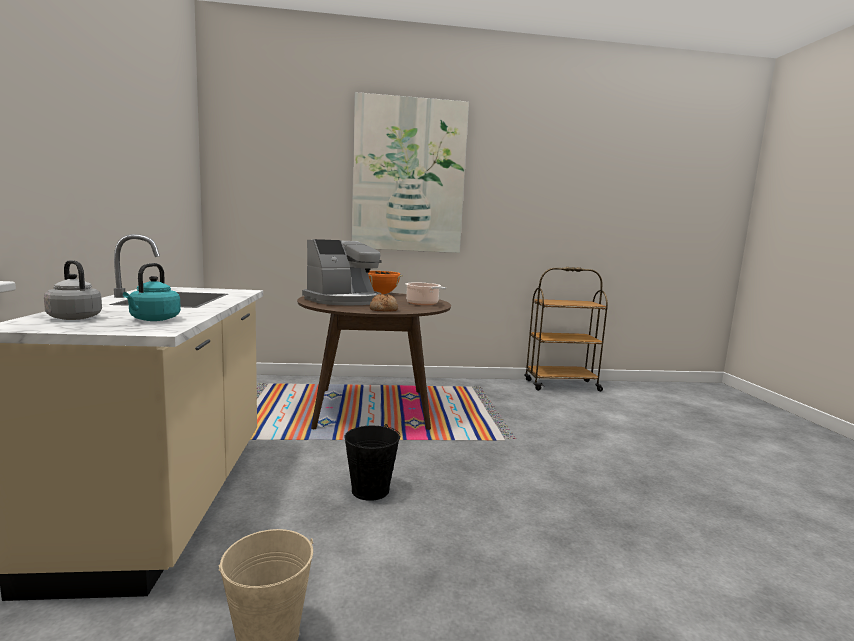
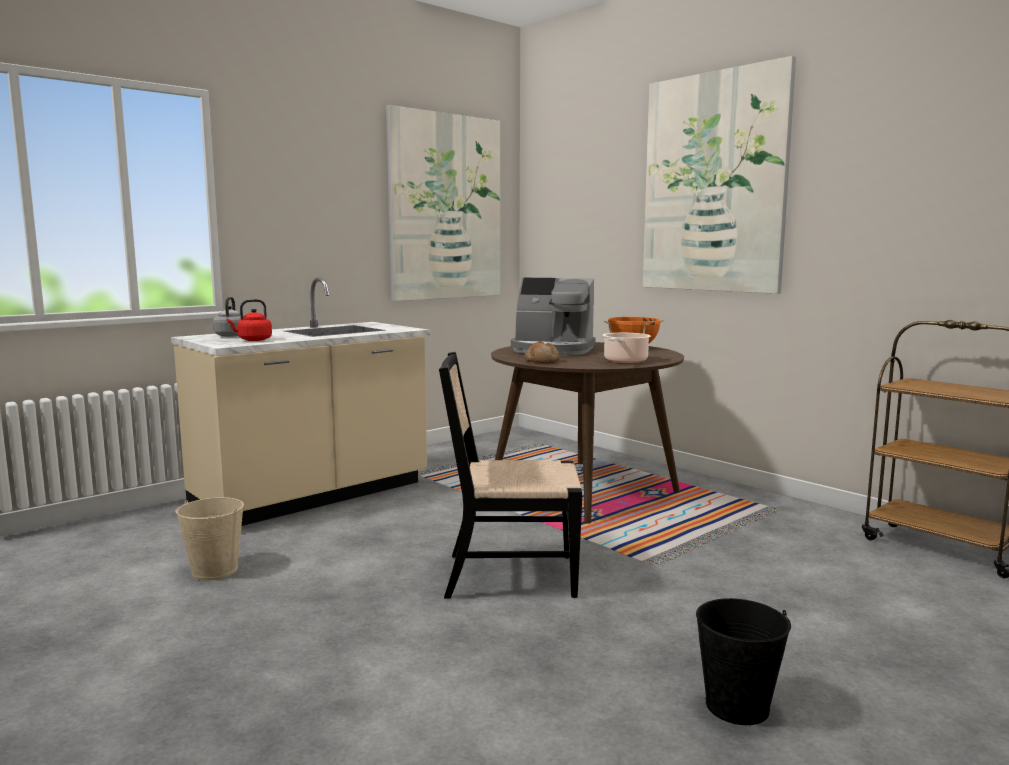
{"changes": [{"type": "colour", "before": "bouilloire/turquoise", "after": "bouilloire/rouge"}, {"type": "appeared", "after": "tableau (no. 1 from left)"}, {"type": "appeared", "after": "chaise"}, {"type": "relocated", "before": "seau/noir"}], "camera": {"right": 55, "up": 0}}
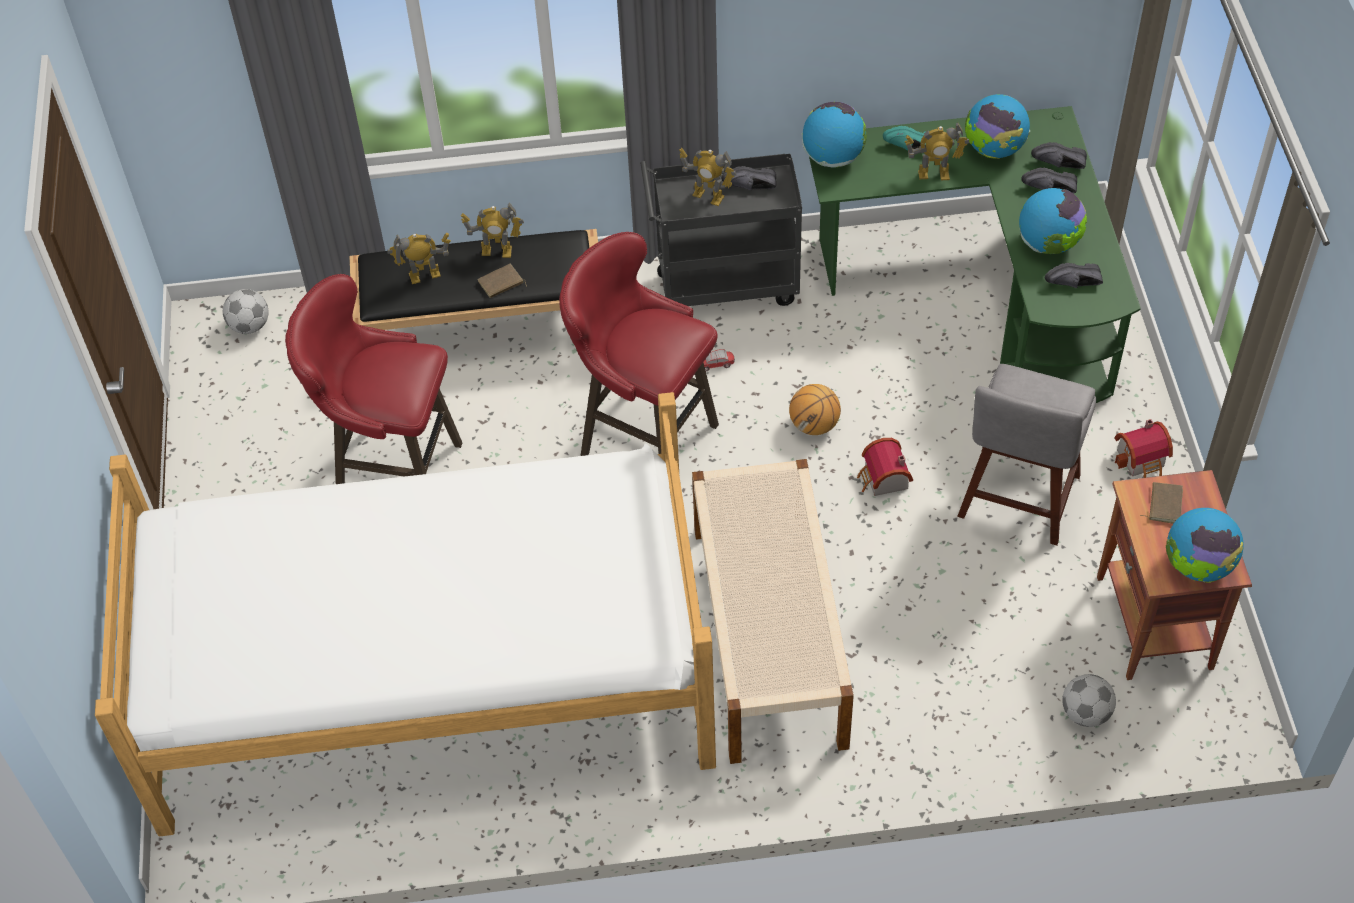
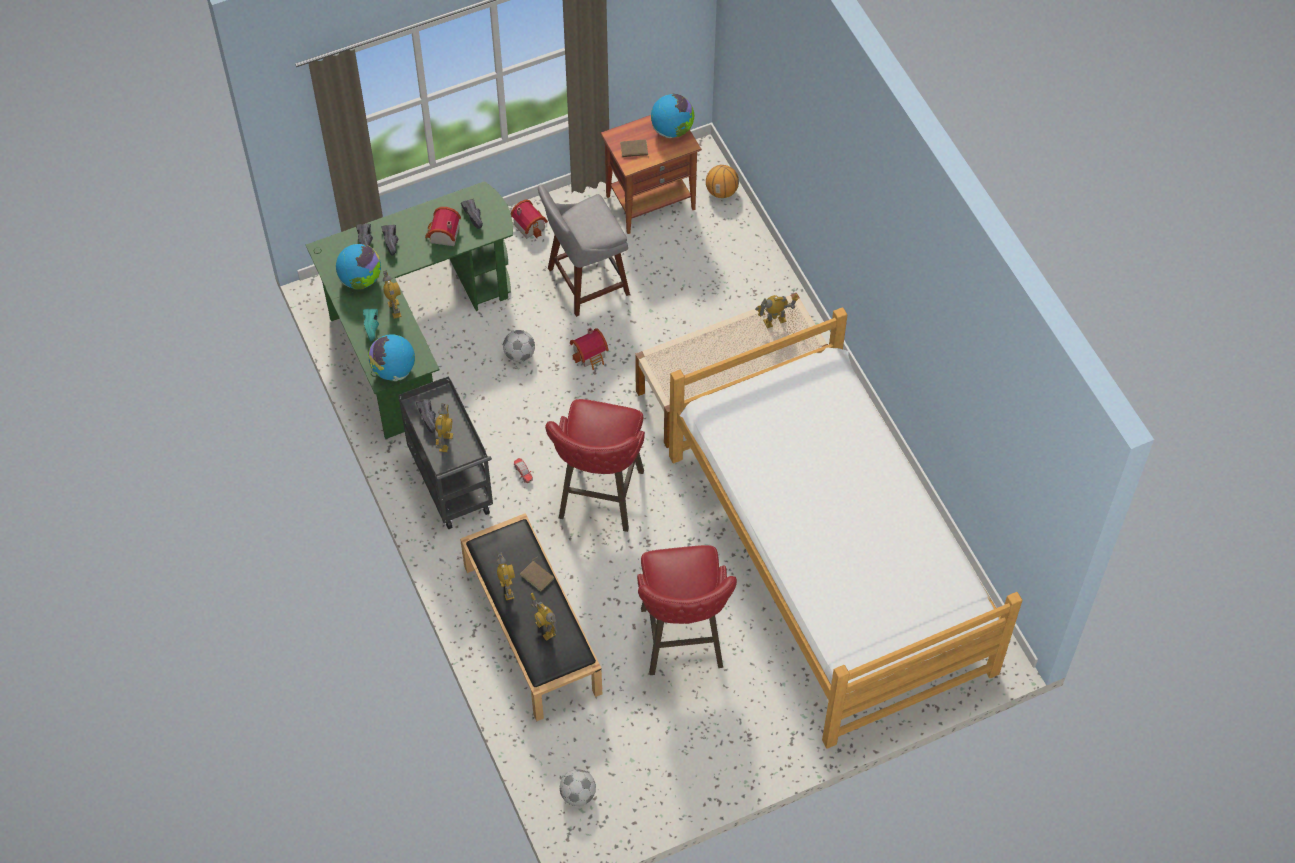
{"changes": [{"type": "exchanged", "before": "globe (no. 3 from left)", "after": "maison miniature (no. 1 from left)"}, {"type": "relocated", "before": "ballon de foot (no. 2 from left in the first image)", "after": "ballon de foot (no. 1 from left)"}, {"type": "spun", "before": "chaise/gris", "turn": 150}, {"type": "relocated", "before": "ballon de basket"}, {"type": "appeared", "after": "robot jouet (no. 5 from left)"}], "camera": {"right": -110, "up": 5}}
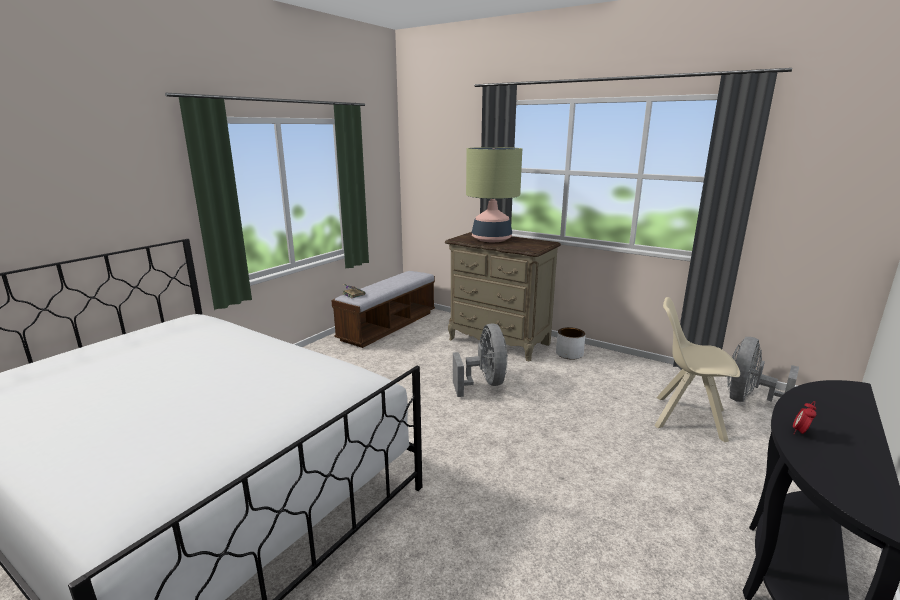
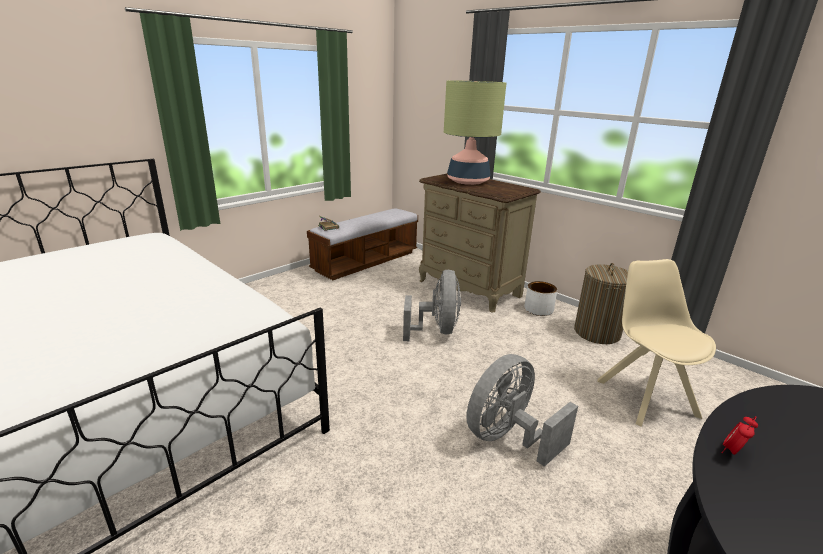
{"changes": [{"type": "relocated", "before": "ventilateur/gris (no. 2 from left)"}, {"type": "appeared", "after": "panier à linge"}, {"type": "spun", "before": "chaise/beige", "turn": 45}], "camera": {"right": 10, "up": 5}}
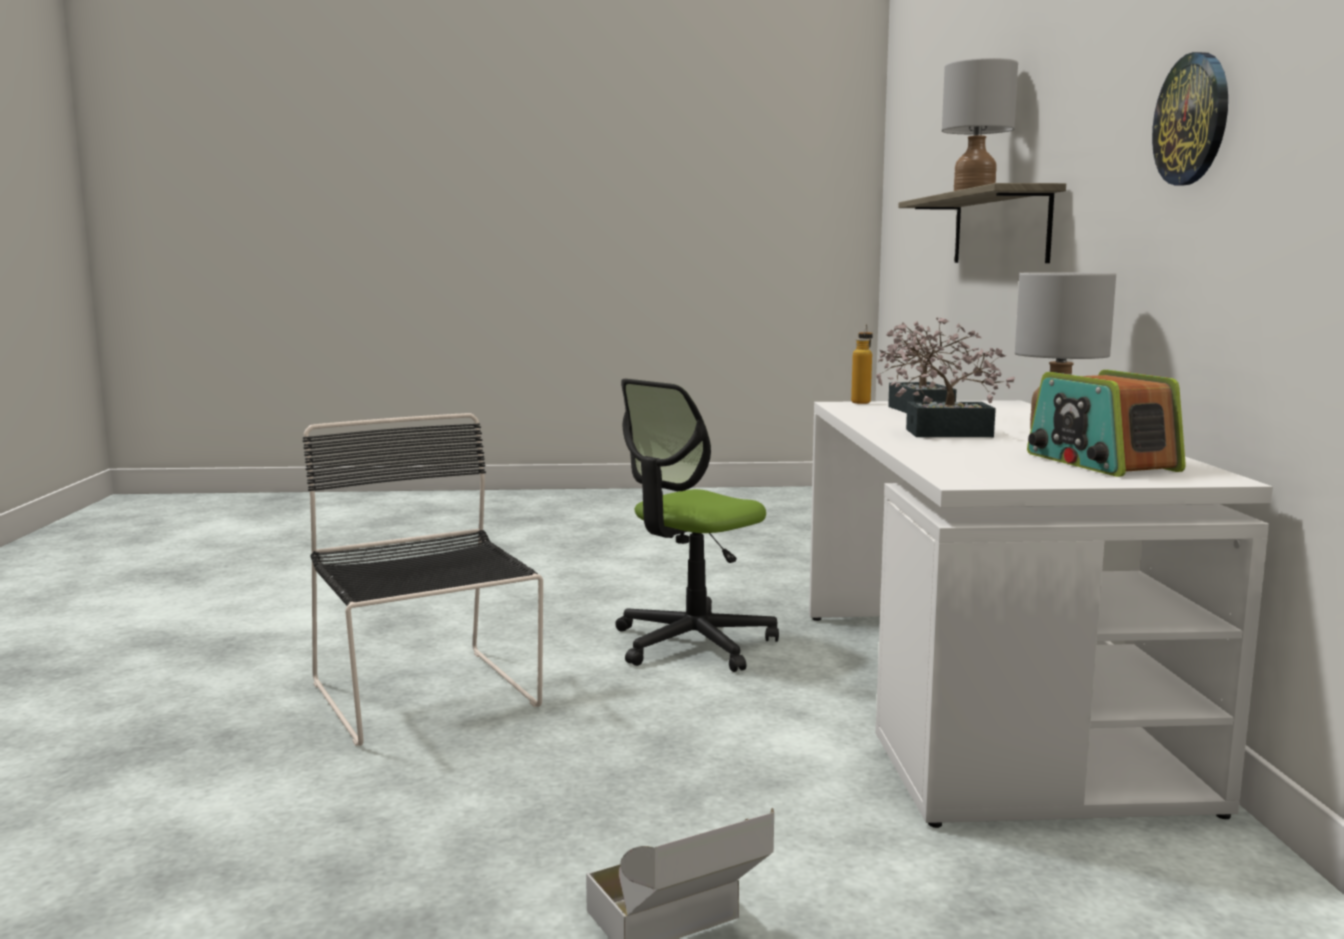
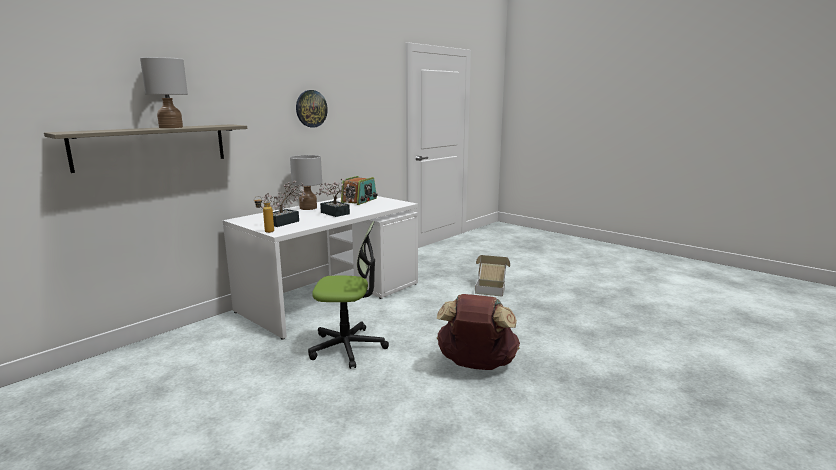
{"changes": [{"type": "exchanged", "before": "chaise/noir", "after": "sac à dos/marron"}], "camera": {"right": -135, "up": 5}}
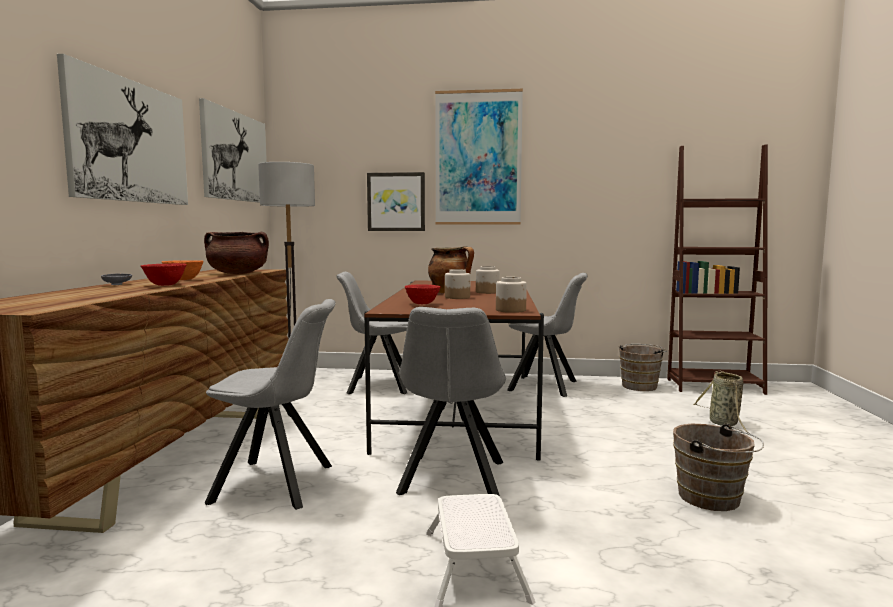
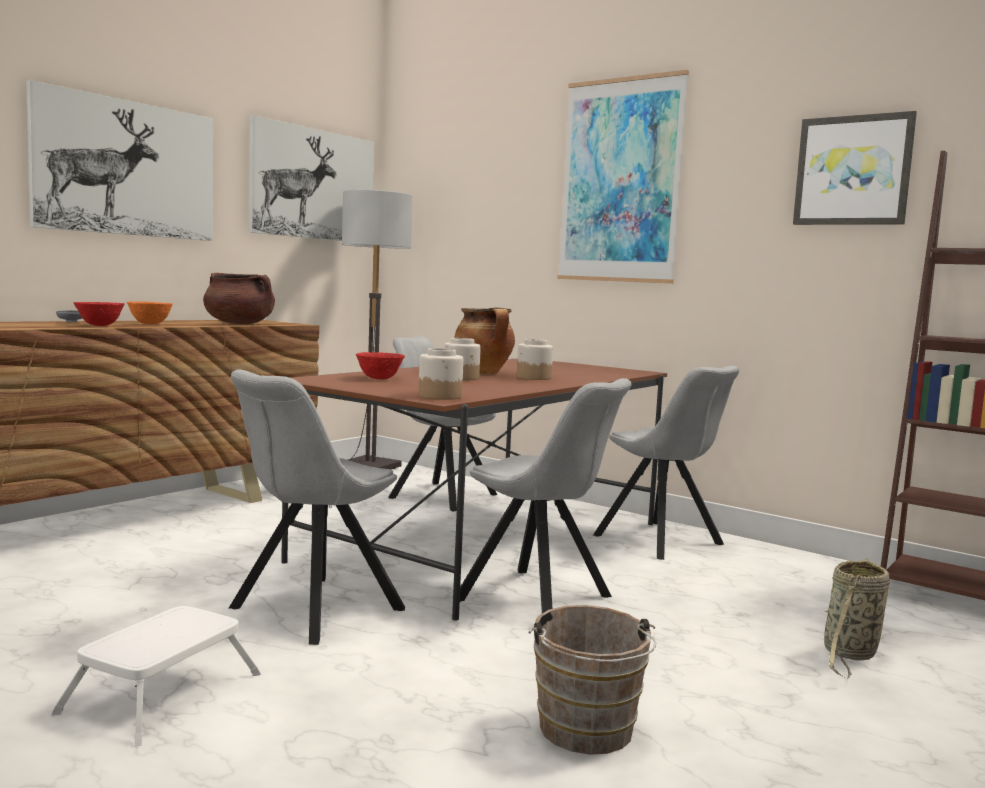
{"changes": [{"type": "relocated", "before": "chaise/gris (no. 1 from left in the first image)", "after": "chaise/gris (no. 3 from left)"}, {"type": "relocated", "before": "tableau (no. 3 from left in the first image)", "after": "tableau (no. 4 from left)"}, {"type": "missing", "before": "seau/marron (no. 1 from left)"}], "camera": {"right": 30, "up": 0}}
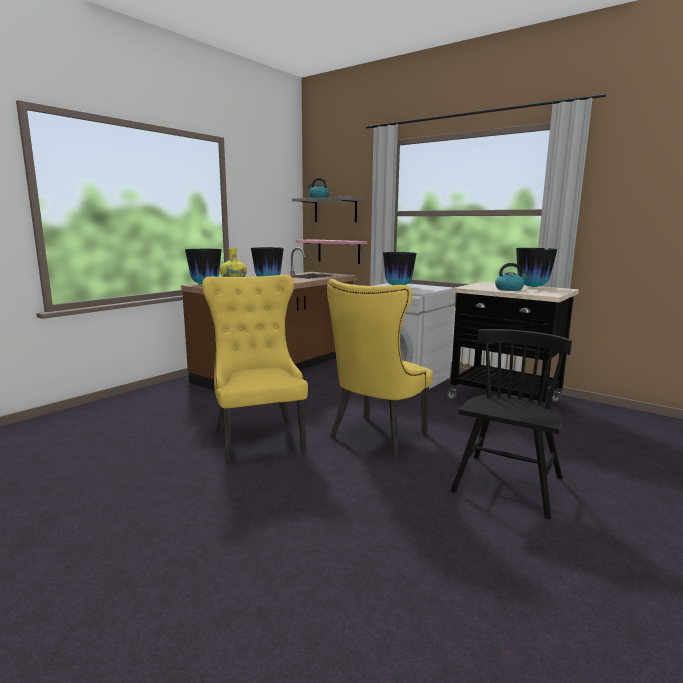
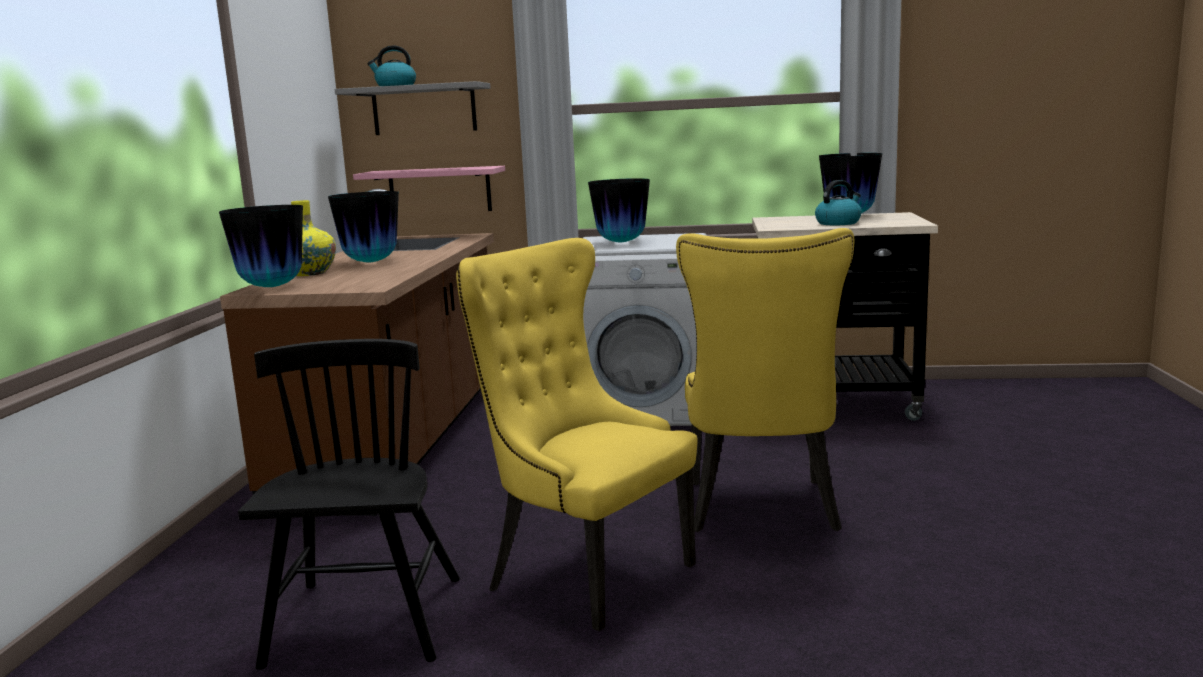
{"changes": [{"type": "relocated", "before": "chaise/noir"}], "camera": {"right": -30, "up": 0}}
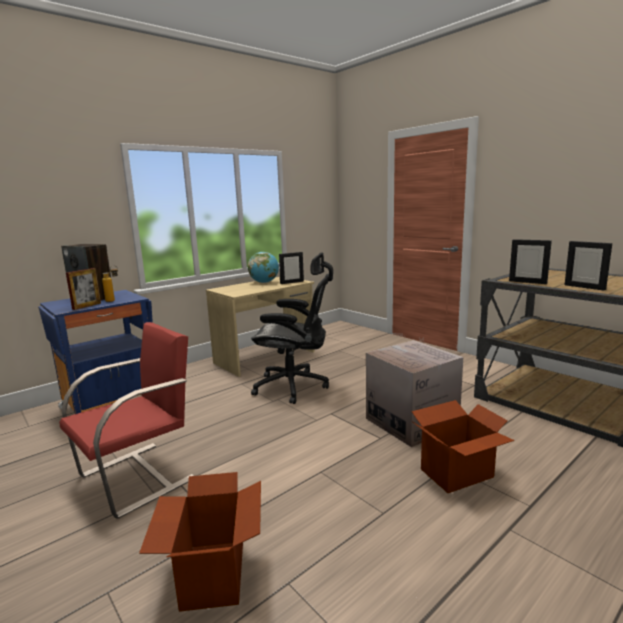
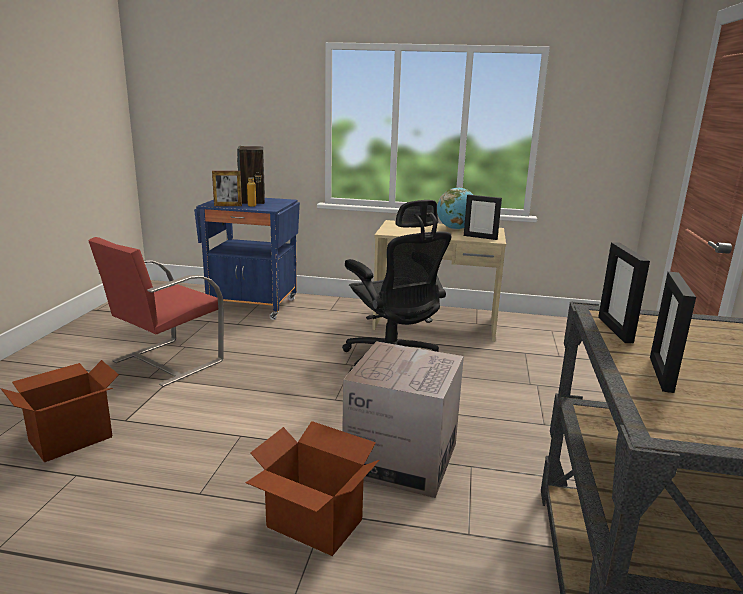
{"changes": [{"type": "spun", "before": "chaise/rouge", "turn": 120}], "camera": {"right": 50, "up": 5}}
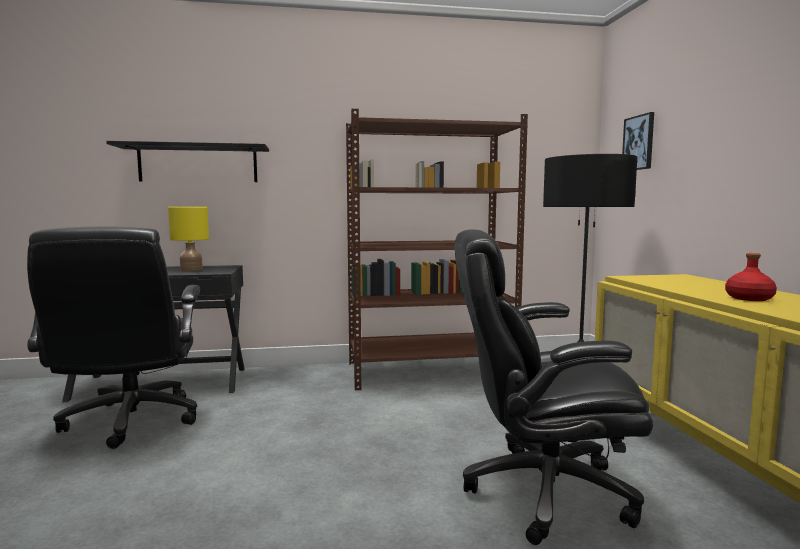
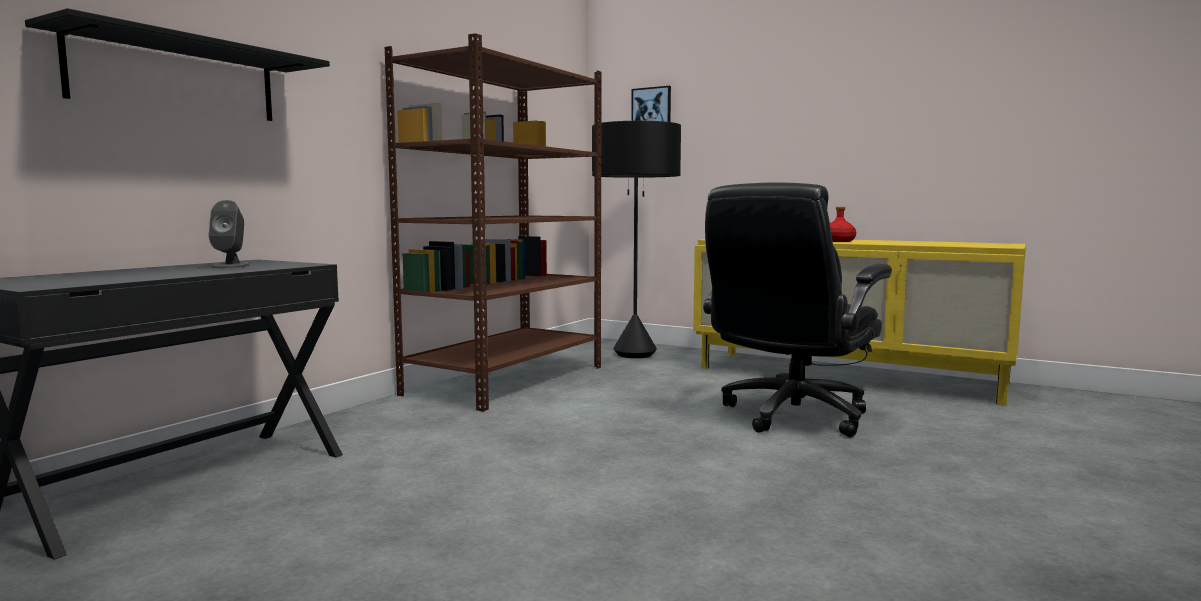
{"changes": [{"type": "exchanged", "before": "lampe de table/jaune", "after": "enceinte/gris"}, {"type": "missing", "before": "chaise de bureau/noir (no. 1 from left)"}], "camera": {"right": -50, "up": 0}}
